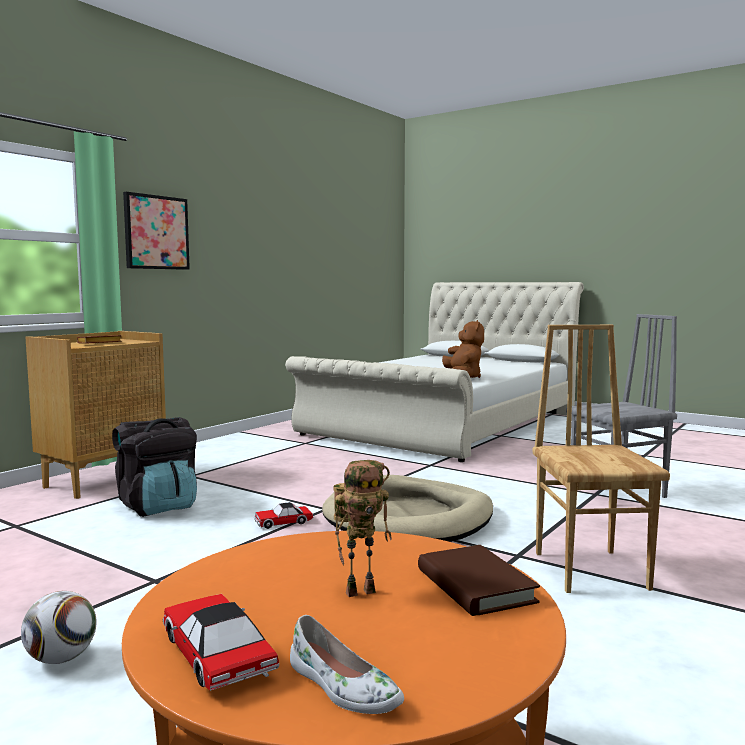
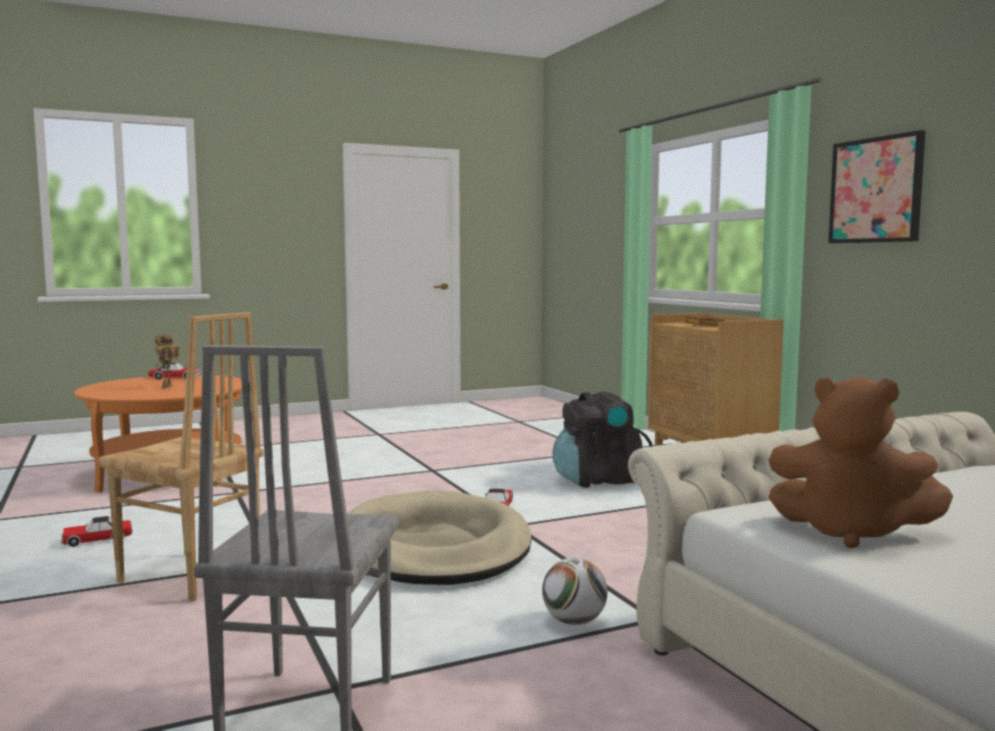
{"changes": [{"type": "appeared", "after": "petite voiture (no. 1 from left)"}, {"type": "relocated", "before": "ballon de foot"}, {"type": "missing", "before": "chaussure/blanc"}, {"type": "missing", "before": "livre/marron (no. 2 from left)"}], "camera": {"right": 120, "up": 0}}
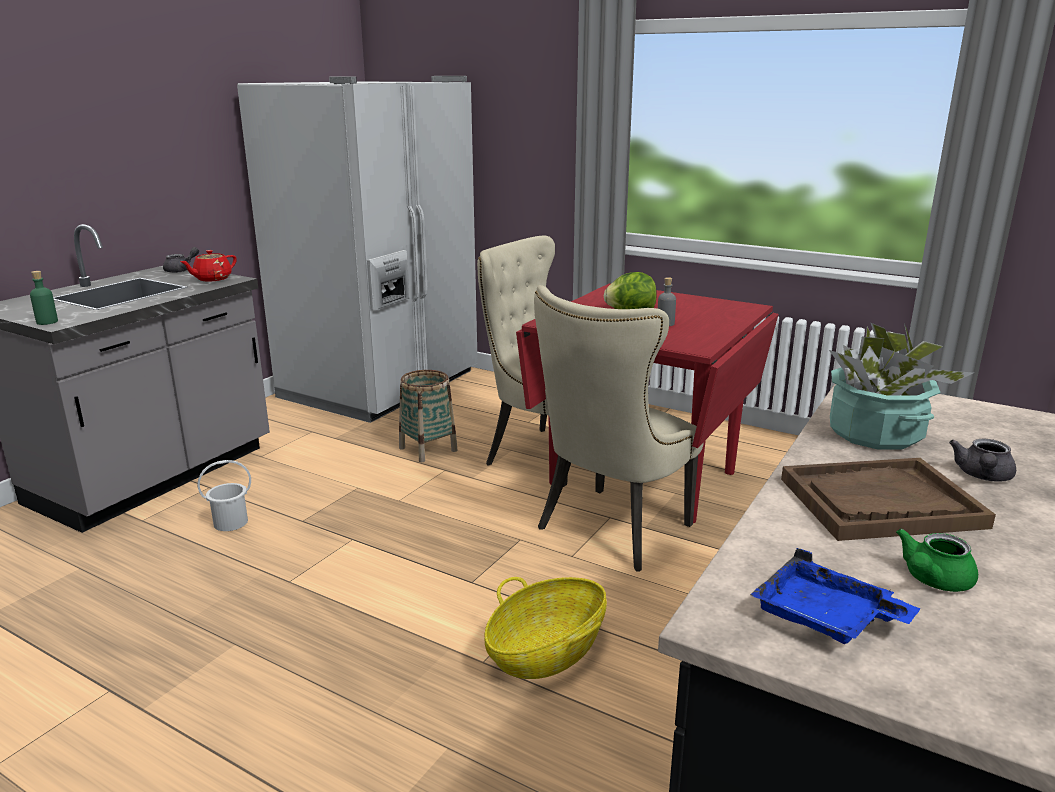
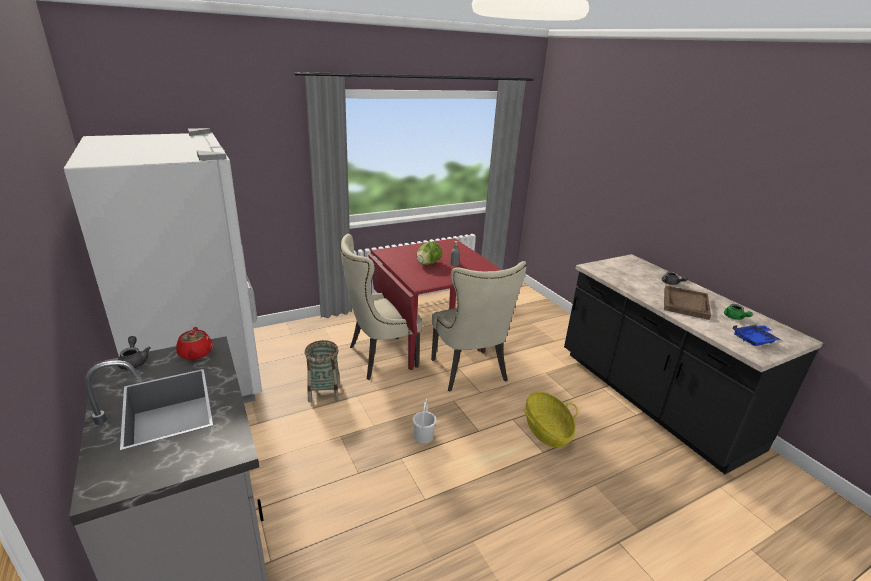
{"changes": [{"type": "relocated", "before": "seau/blanc"}, {"type": "missing", "before": "bouteille/vert"}, {"type": "missing", "before": "plante en pot"}], "camera": {"right": -60, "up": 5}}
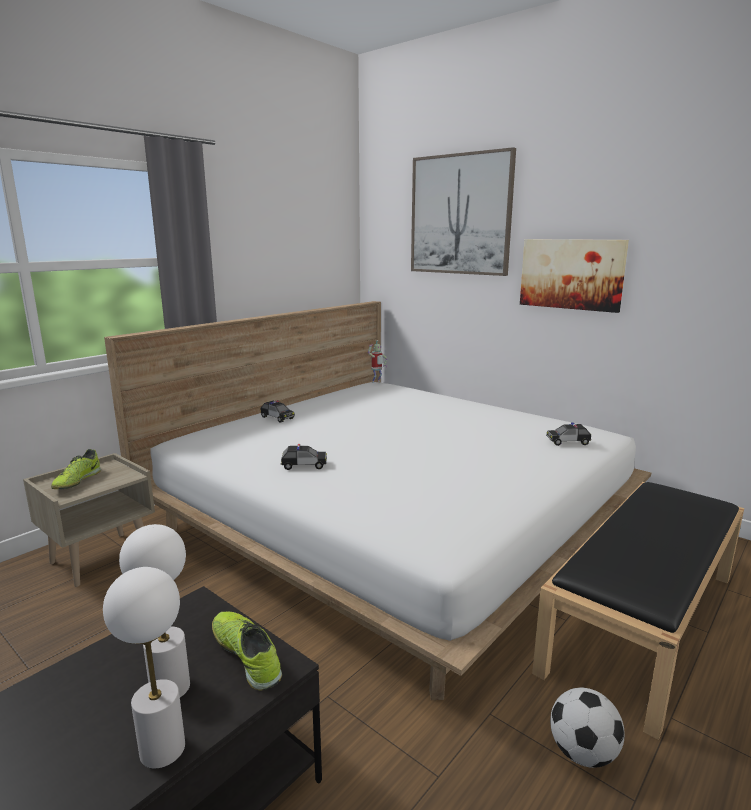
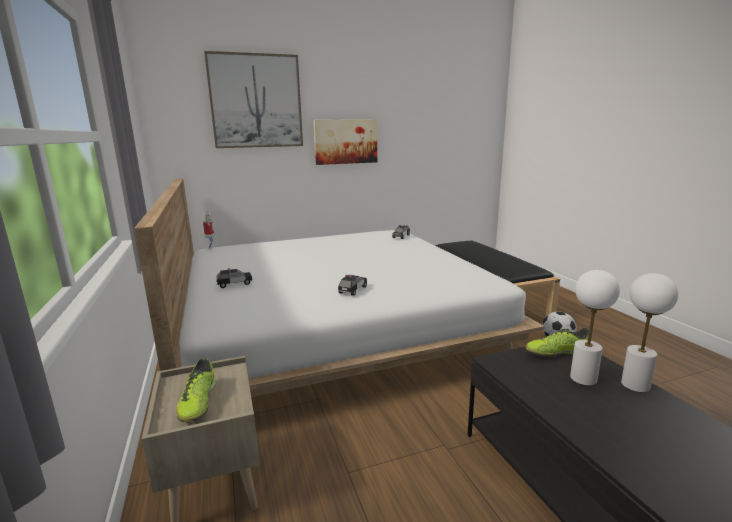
{"changes": [{"type": "spun", "before": "chaussure (no. 1 from left)", "turn": 45}], "camera": {"right": -60, "up": 0}}
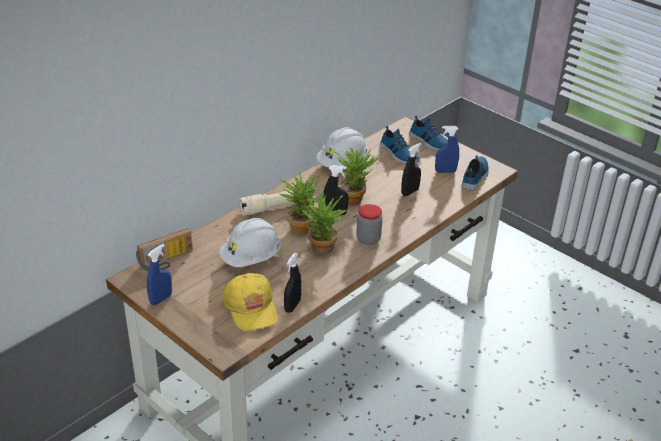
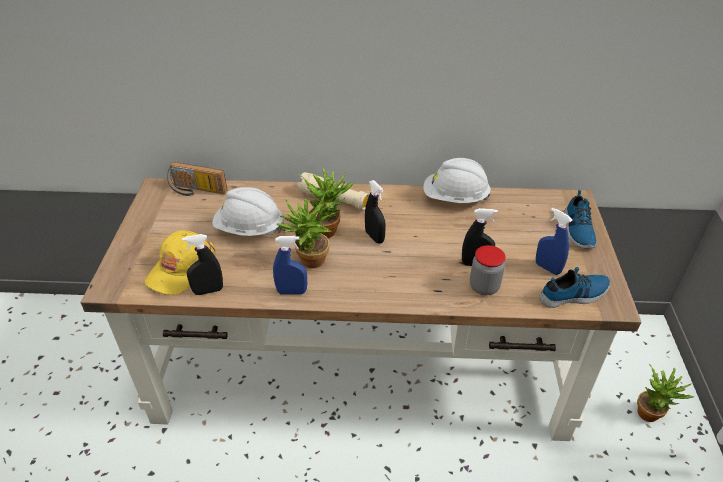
{"changes": [{"type": "relocated", "before": "vaporisateur/bleu (no. 1 from left)"}, {"type": "relocated", "before": "bocal"}, {"type": "relocated", "before": "plante en pot (no. 3 from left)"}, {"type": "missing", "before": "chaussure (no. 1 from left)"}], "camera": {"right": 50, "up": 5}}
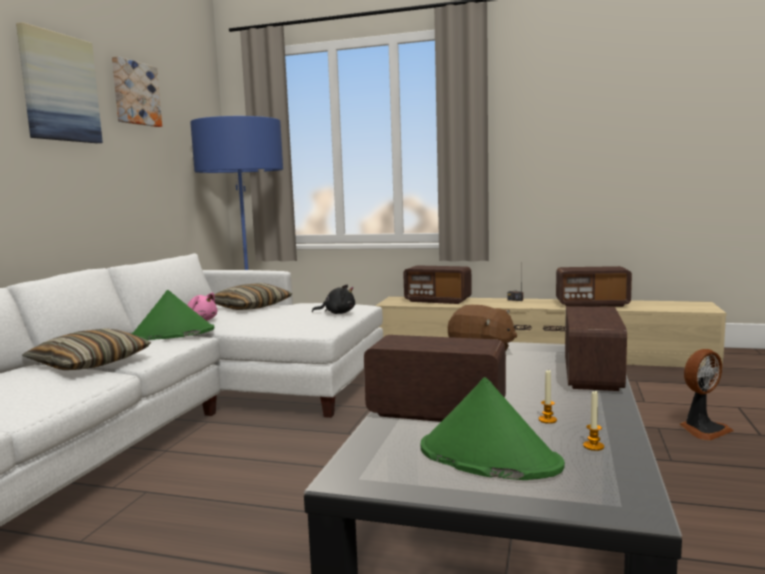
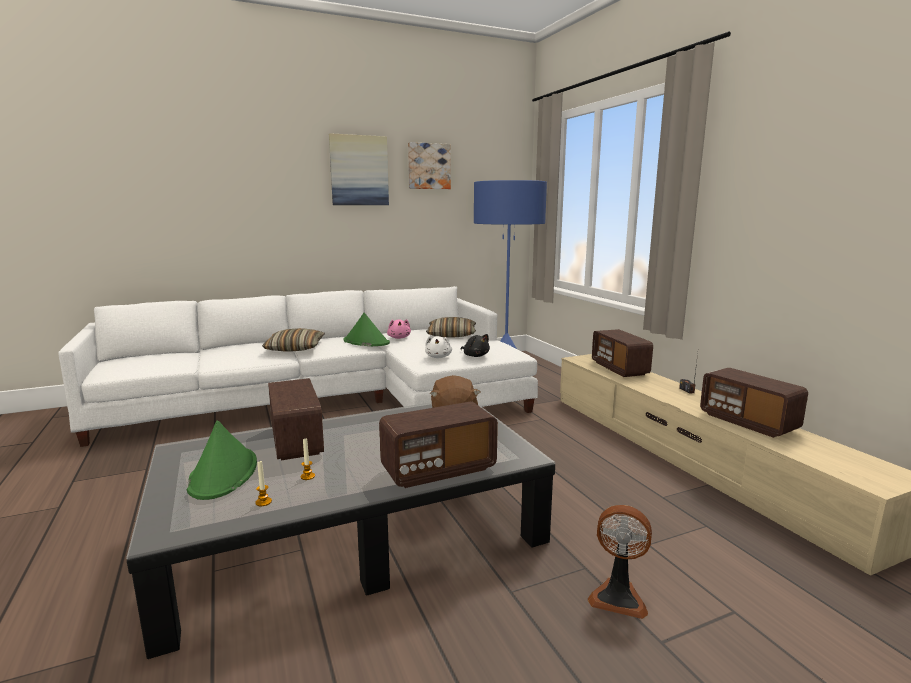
{"changes": [{"type": "appeared", "after": "peluche/blanc"}], "camera": {"right": 50, "up": 5}}
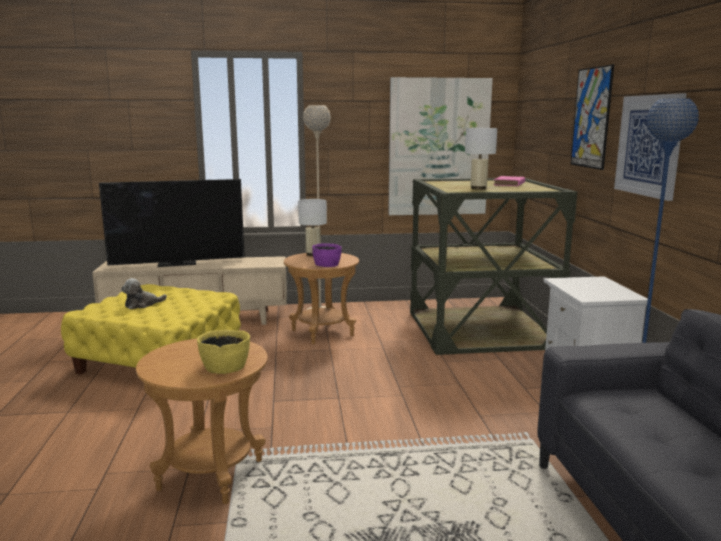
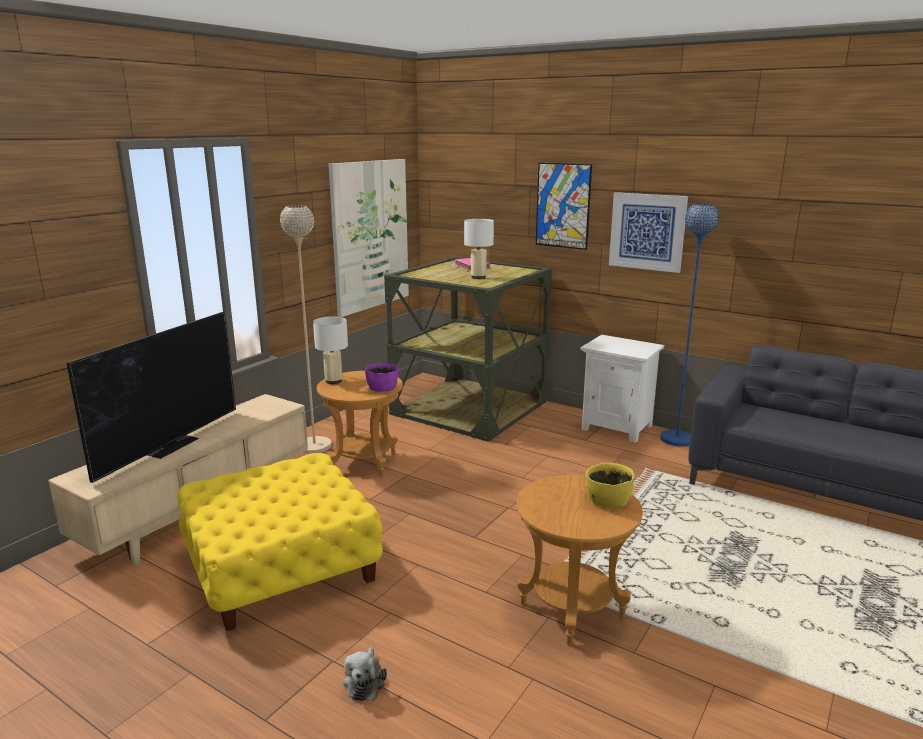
{"changes": [{"type": "relocated", "before": "peluche"}], "camera": {"right": -50, "up": 5}}
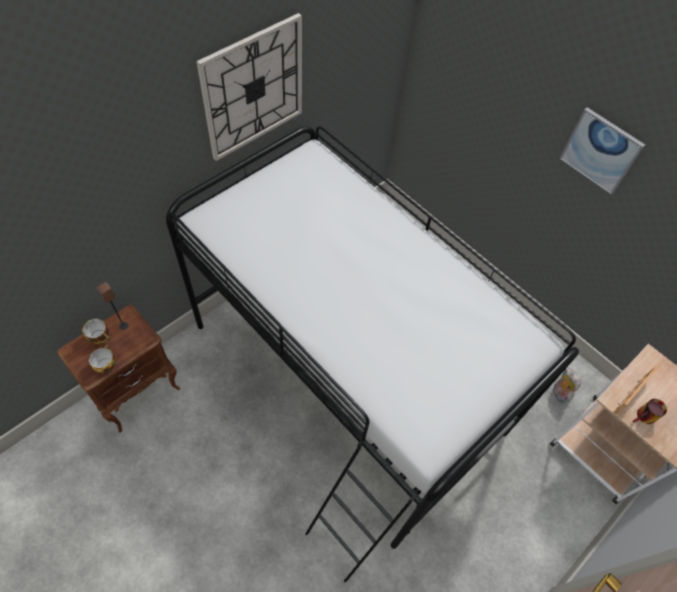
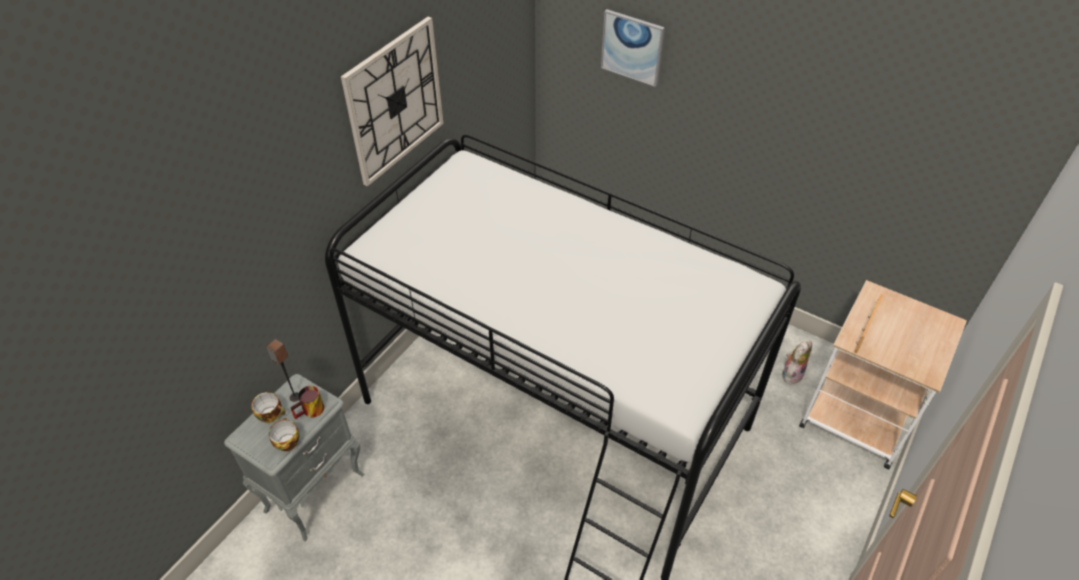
{"changes": [{"type": "colour", "before": "table de chevet/marron", "after": "table de chevet/gris"}, {"type": "relocated", "before": "mug"}, {"type": "relocated", "before": "tableau"}, {"type": "spun", "before": "peluche", "turn": 75}], "camera": {"right": -10, "up": -10}}
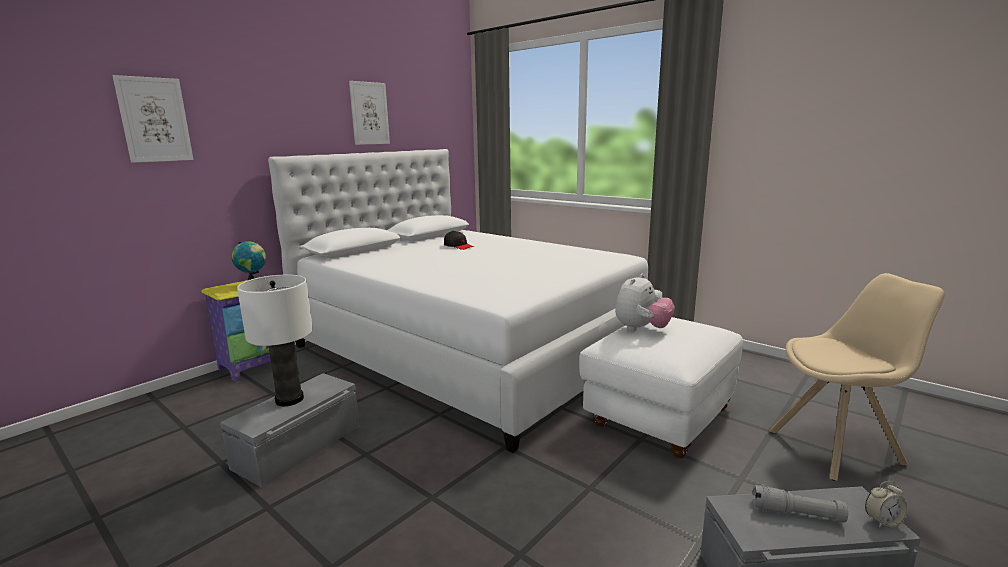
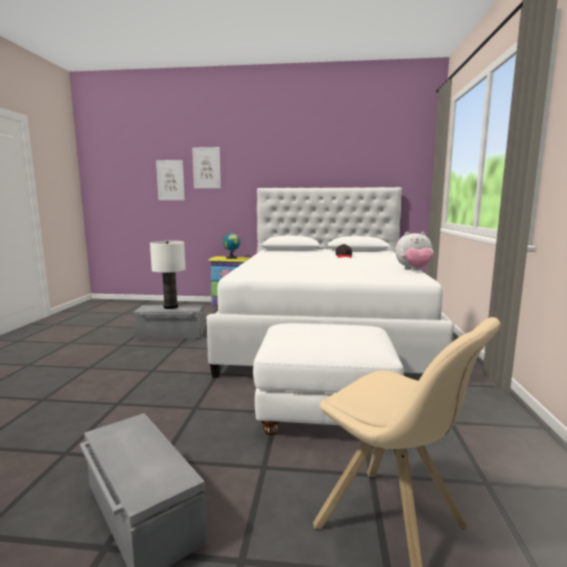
{"changes": [{"type": "relocated", "before": "tableau (no. 2 from left in the first image)", "after": "tableau (no. 1 from left)"}, {"type": "relocated", "before": "peluche"}, {"type": "missing", "before": "lampe de poche/gris"}, {"type": "missing", "before": "réveil"}], "camera": {"right": 55, "up": -5}}
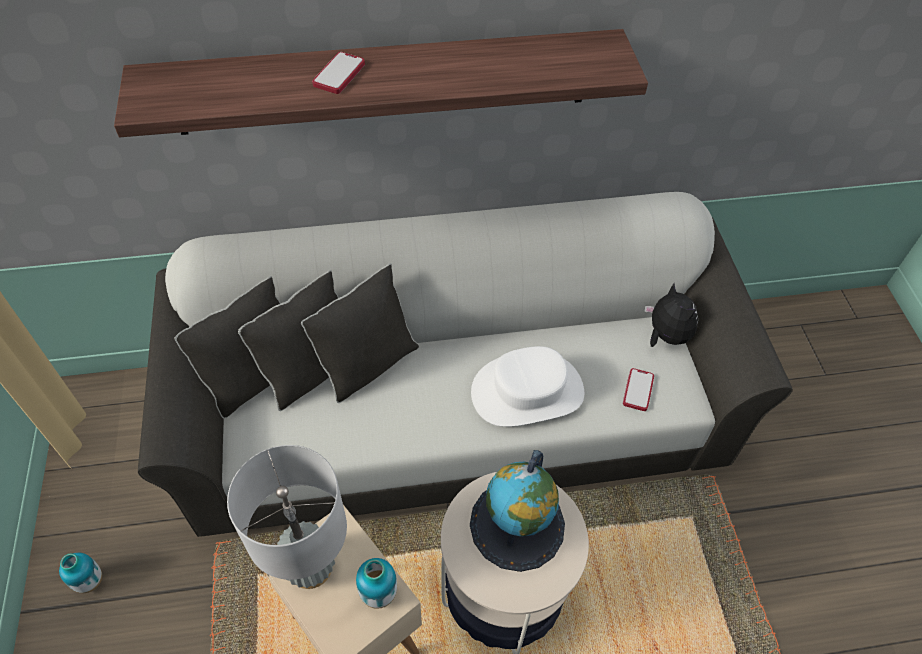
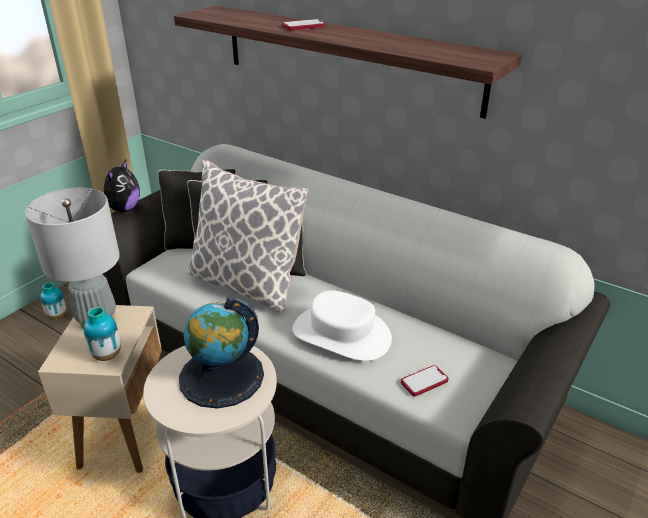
{"changes": [{"type": "relocated", "before": "peluche"}, {"type": "appeared", "after": "coussin"}], "camera": {"right": 45, "up": -20}}
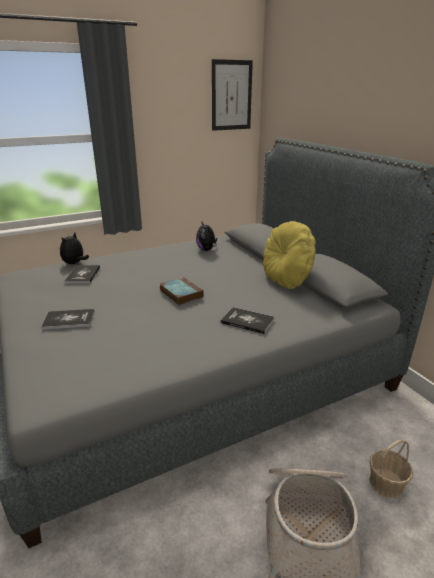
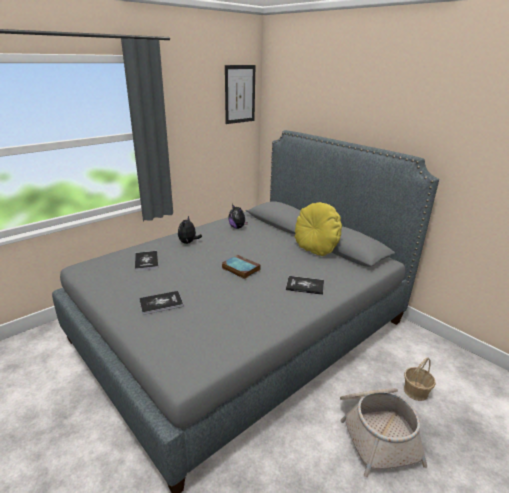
{"changes": [{"type": "relocated", "before": "peluche (no. 1 from left)"}], "camera": {"right": -15, "up": 0}}
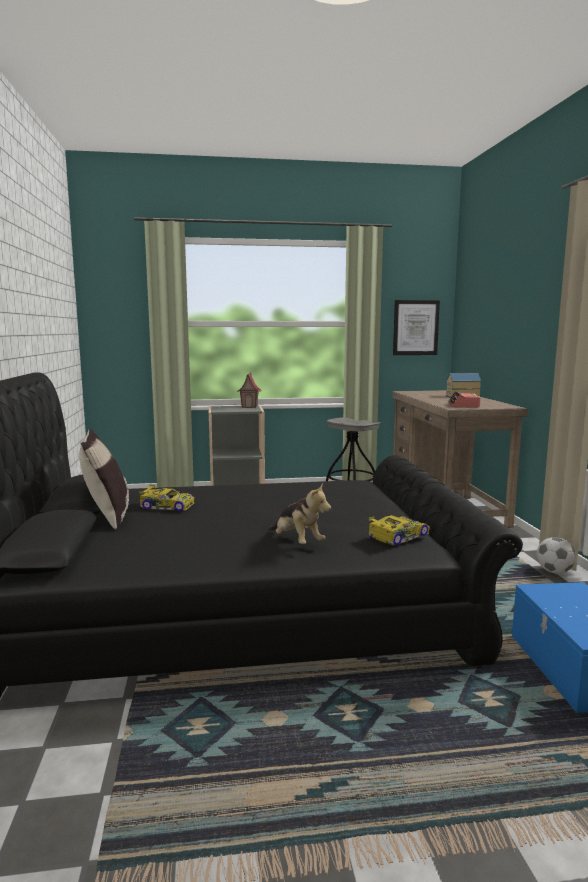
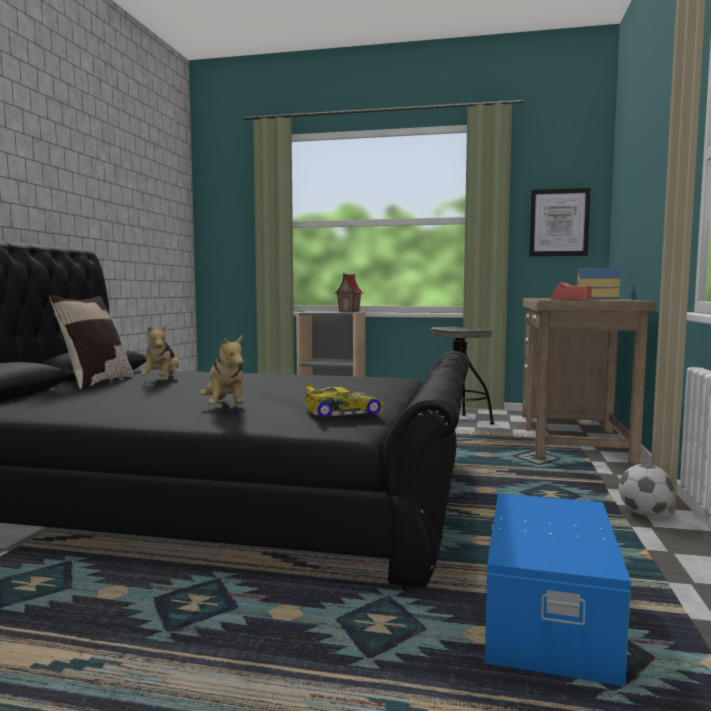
{"changes": [{"type": "exchanged", "before": "petite voiture (no. 1 from left)", "after": "peluche (no. 1 from left)"}], "camera": {"right": 20, "up": -5}}
